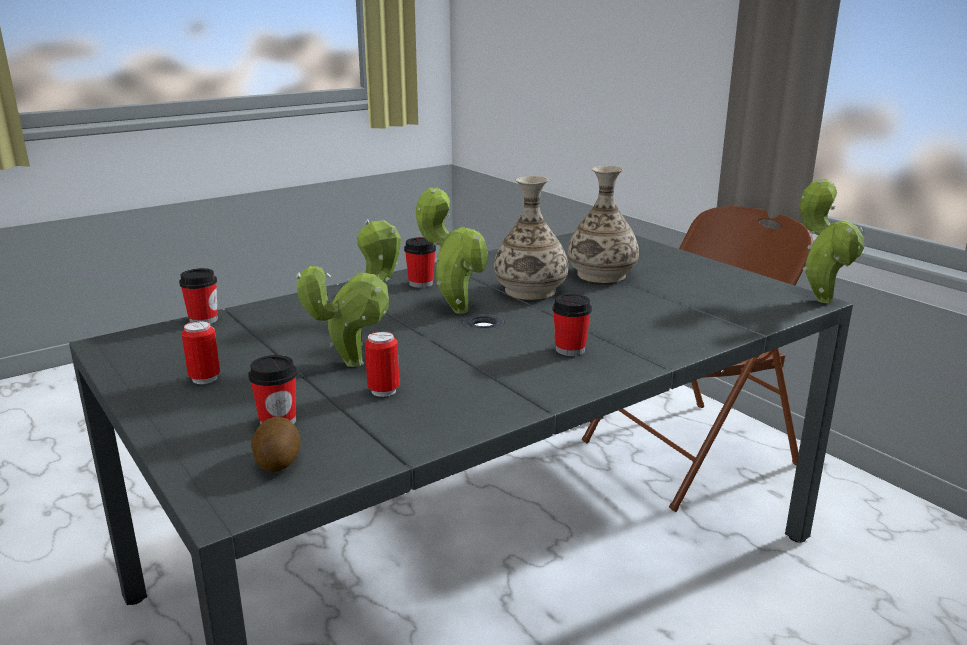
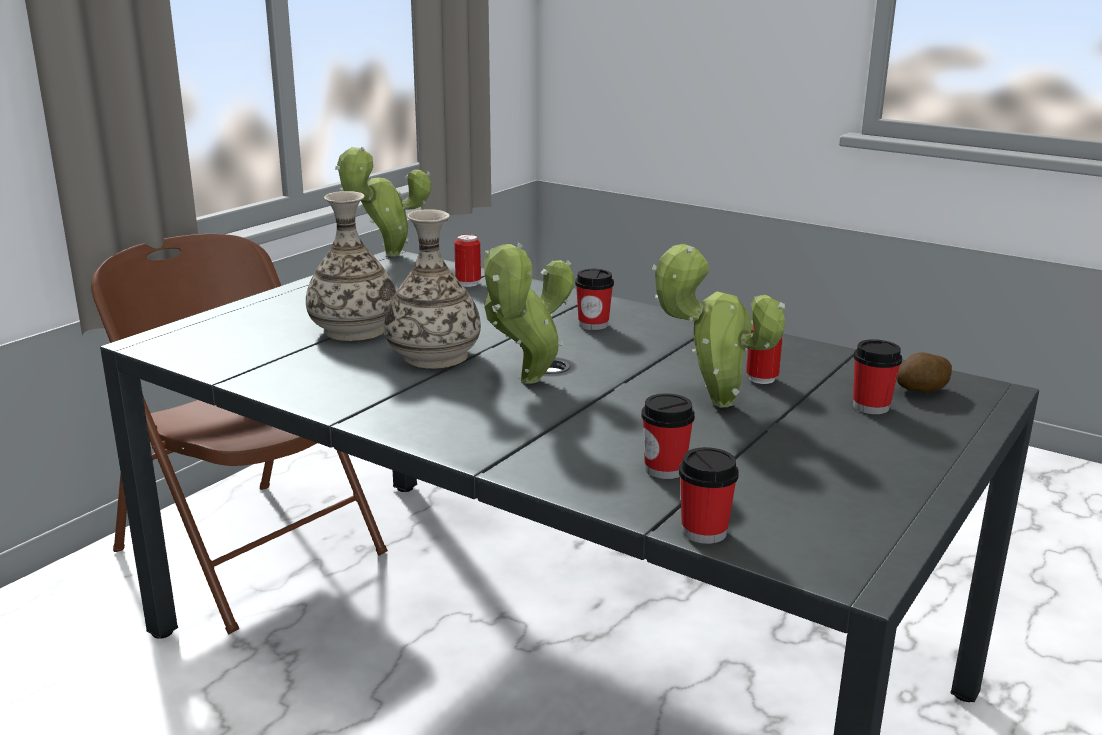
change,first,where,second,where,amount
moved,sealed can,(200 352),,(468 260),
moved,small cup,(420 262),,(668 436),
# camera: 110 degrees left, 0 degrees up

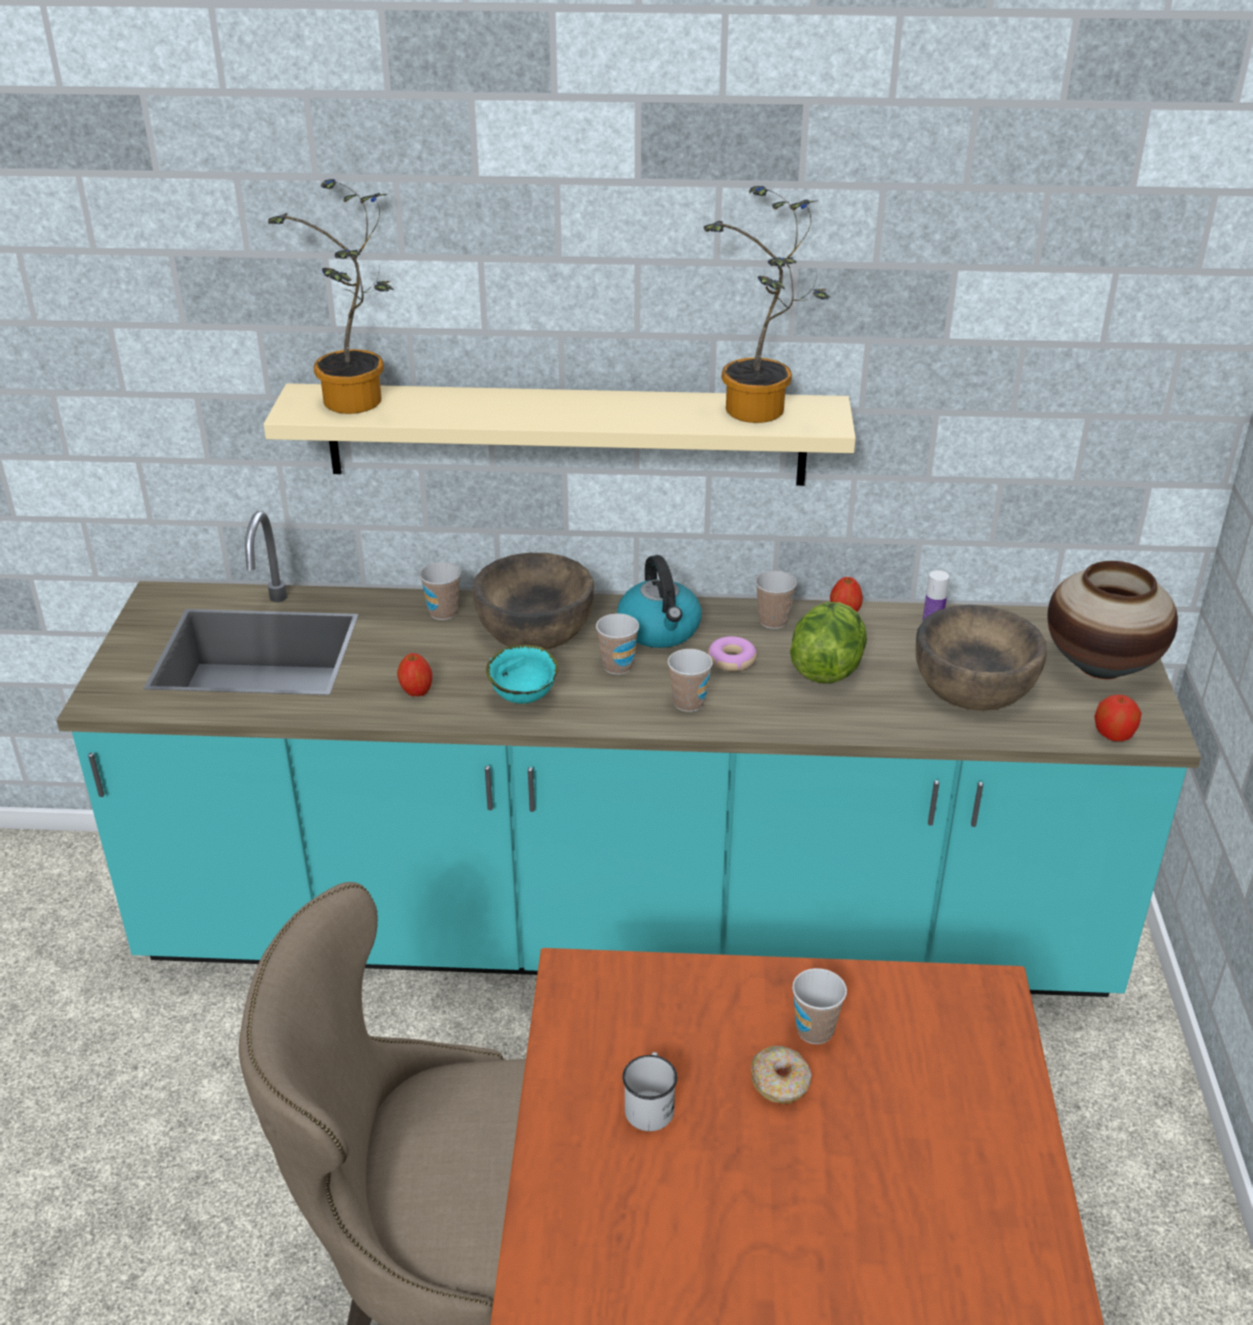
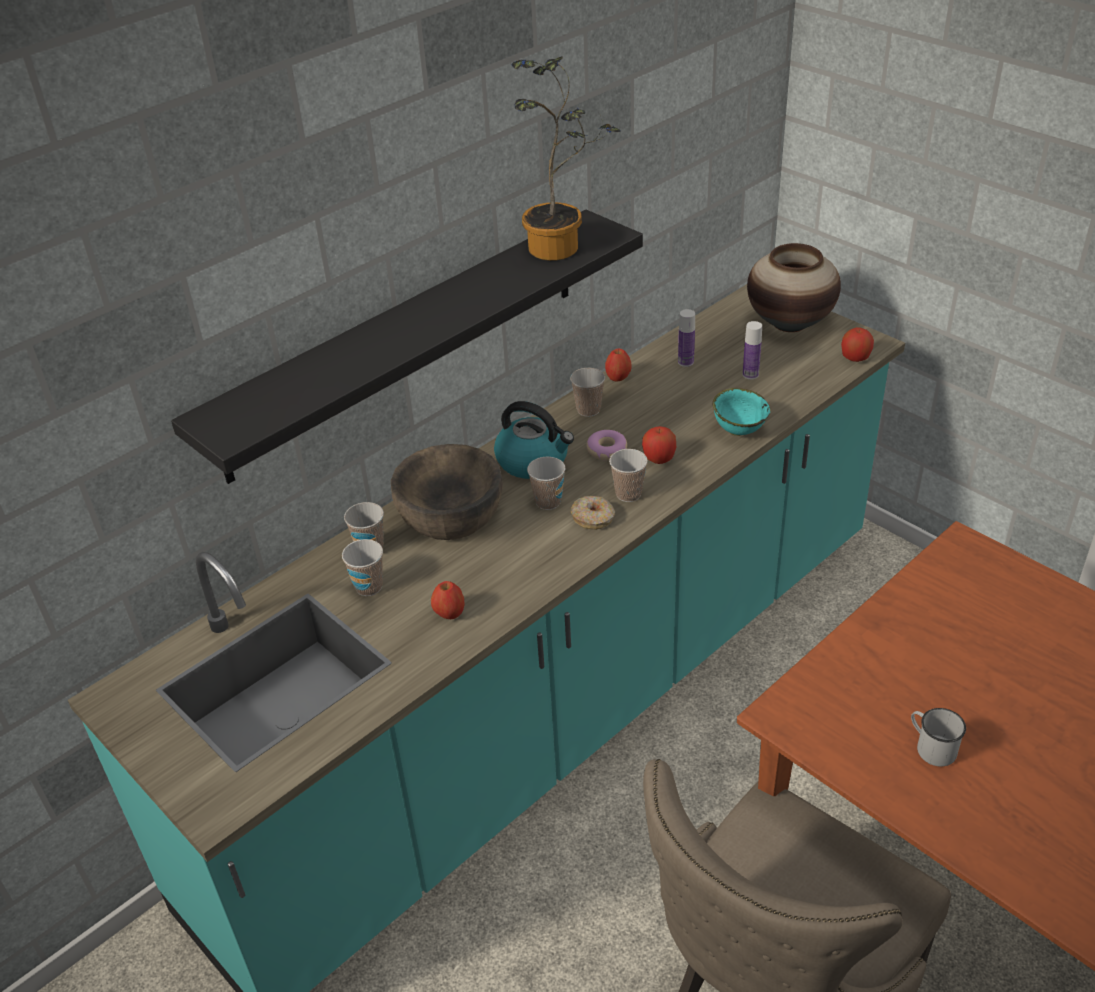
change,first,where,second,where,amount
recoloured,beige-coloured wall shelf,(560 434),black-coloured wall shelf,(407 347),
removed,potted plant,(331 296),,,
moved,turquoise-coloured bowl,(522 674),,(741 412),
moved,donut,(781 1075),,(593 513),
removed,lettuce,(828 642),,,
moved,small cup,(819 1006),,(362 567),
replaced,brown-coloured bowl,(981 658),bottle,(752 350),
added,,,apple,(659 445),
# camera: 45 degrees left, 5 degrees up

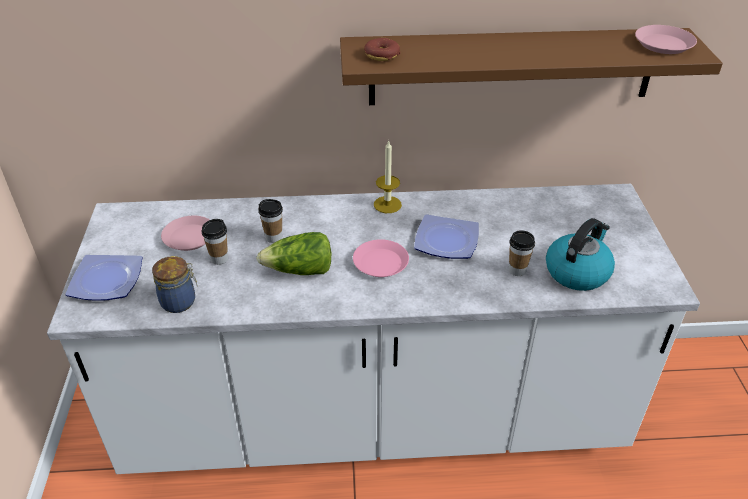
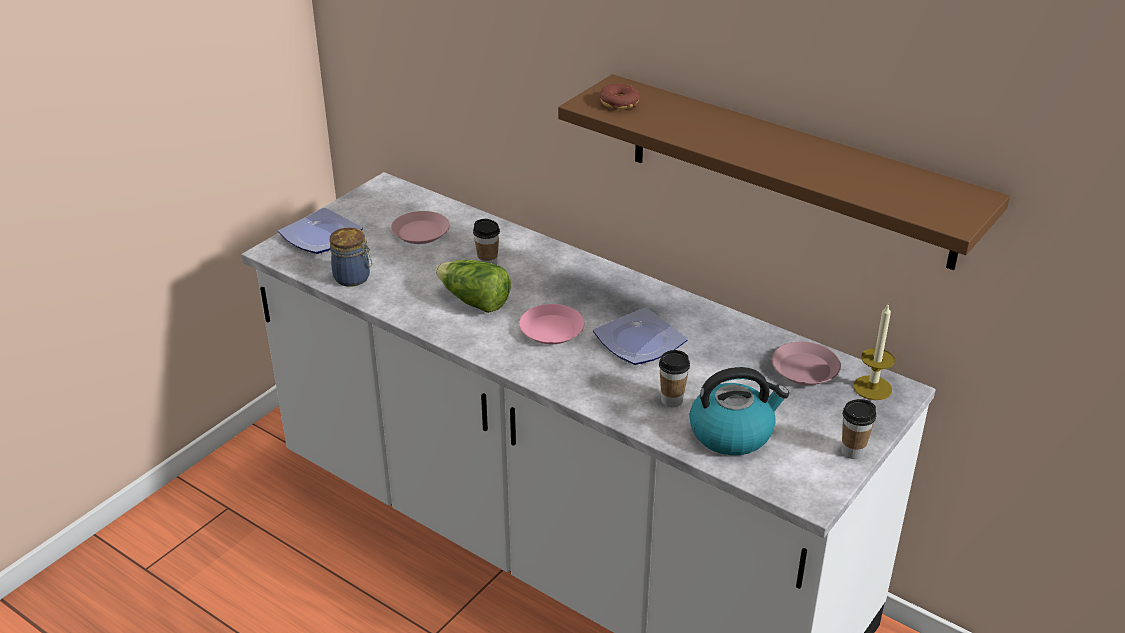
change,first,where,second,where,amount
moved,small cup,(215 242),,(858 429),
moved,candle,(388 176),,(874 352),
moved,pinkish flat dish,(666 39),,(806 363),
# camera: 40 degrees right, 5 degrees down

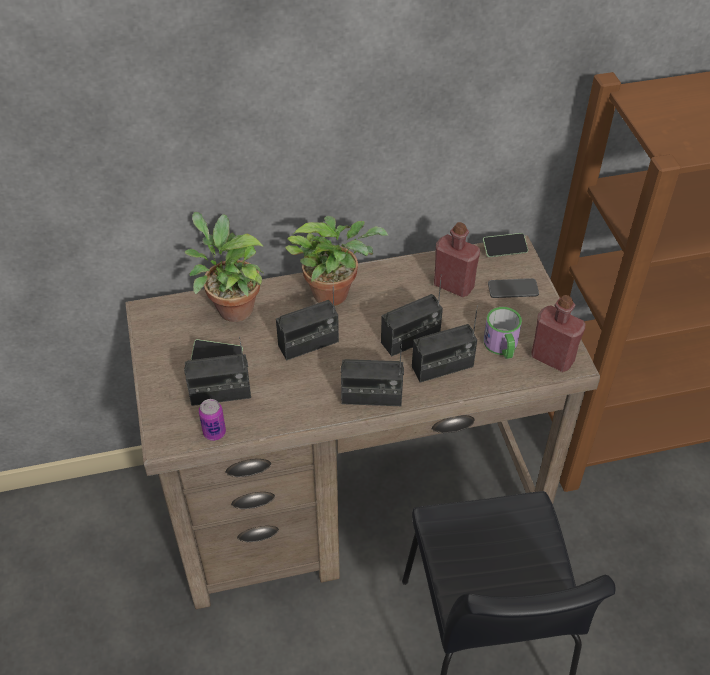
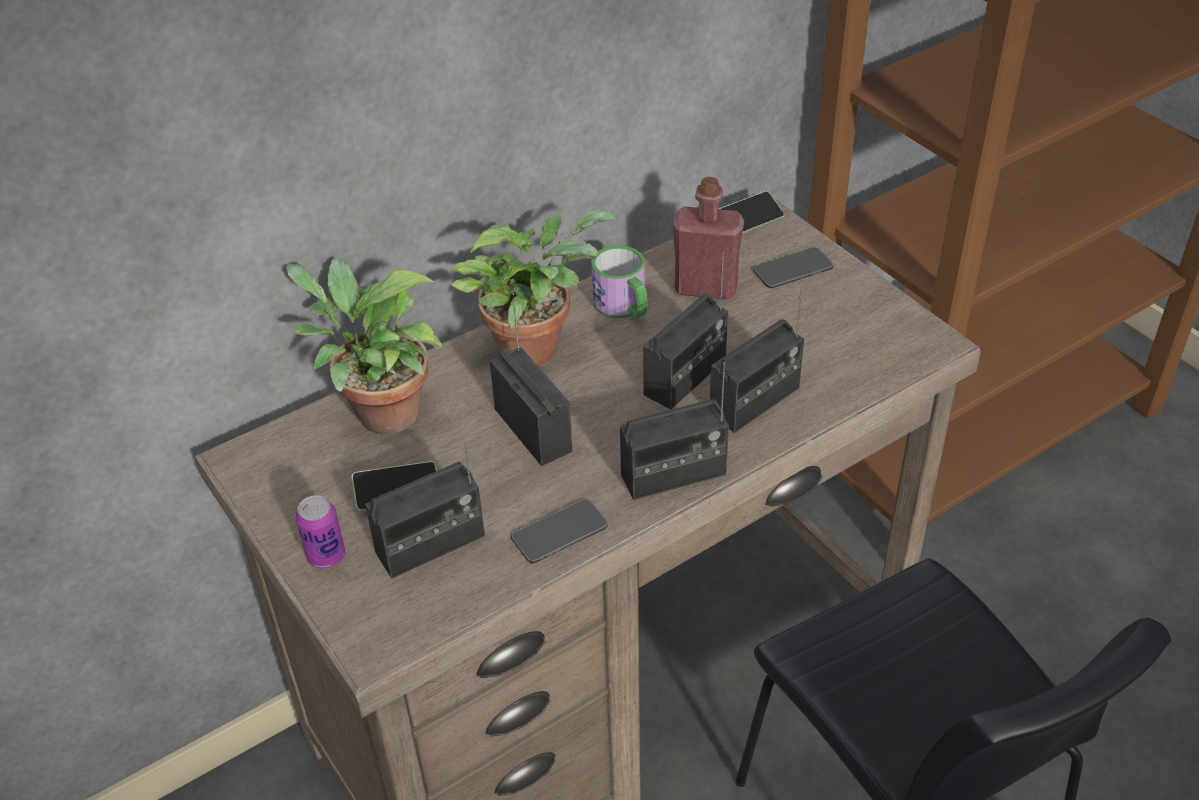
change,first,where,second,where,amount
moved,sealed can,(212 420),,(320 532),
turned,radio receiver,(307 321),,(531 379),75 degrees counterclockwise
moved,mug,(502 333),,(620 282),
removed,red bottle,(558 333),,,
added,,,handset,(559 530),
# camera: 20 degrees left, 5 degrees down

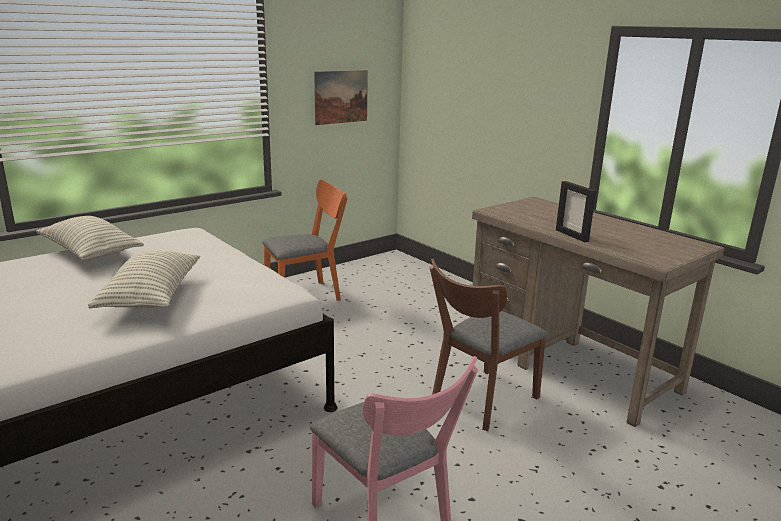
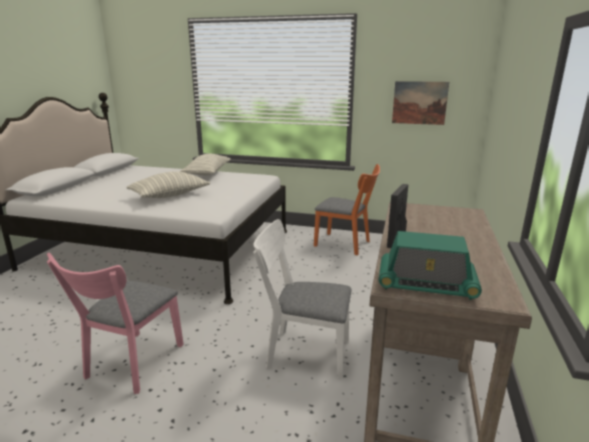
change,first,where,second,where,amount
recoloured,brown-coloured upright chair,(488 344),white-coloured upright chair,(302 299),
added,,,radio receiver,(430 265),
# camera: 55 degrees right, 0 degrees up

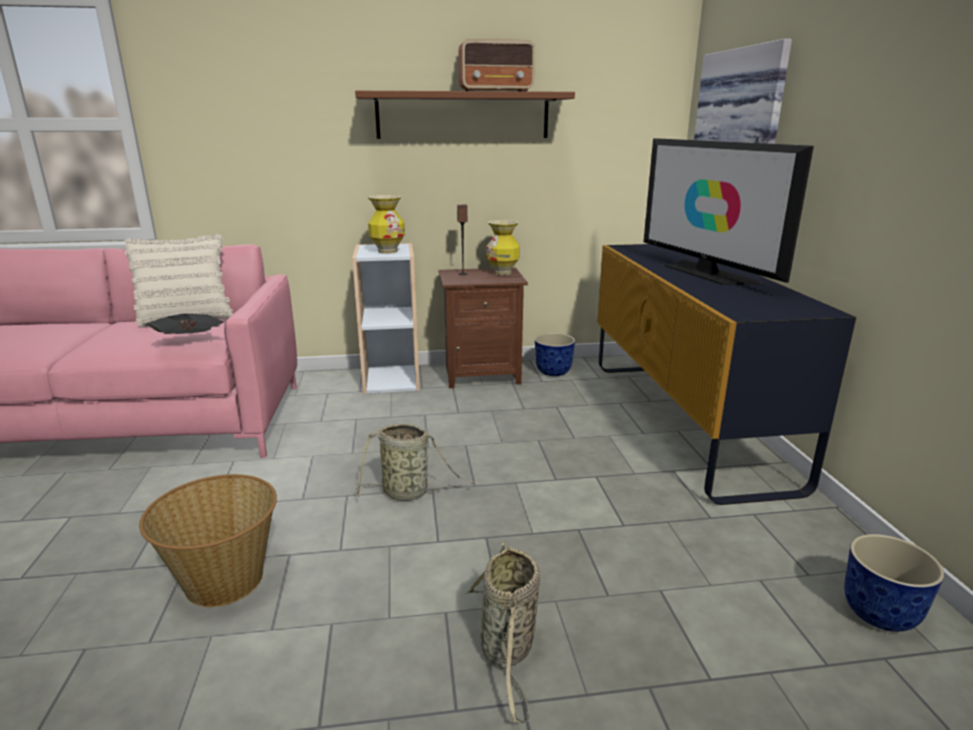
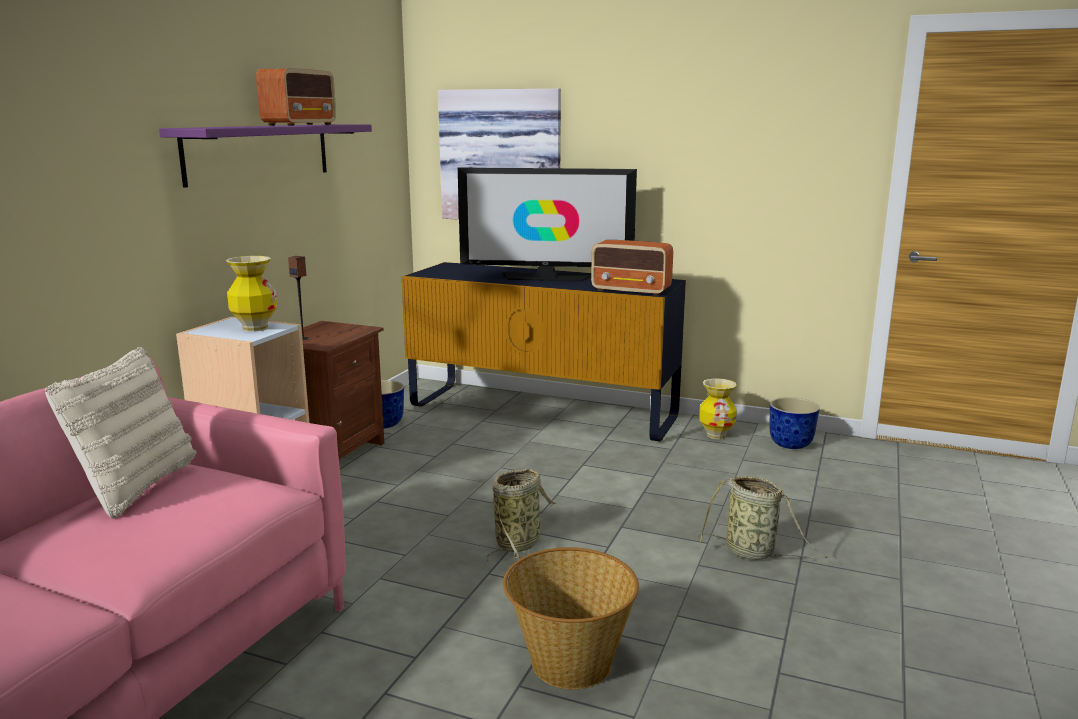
change,first,where,second,where,amount
removed,printed paper,(184 323),,,
recoloured,brown-coloured wall shelf,(465 115),purple-coloured wall shelf,(265 156),
moved,decorative vase,(503 247),,(718 408),
added,,,radio receiver,(632 268),
# camera: 60 degrees left, 5 degrees down

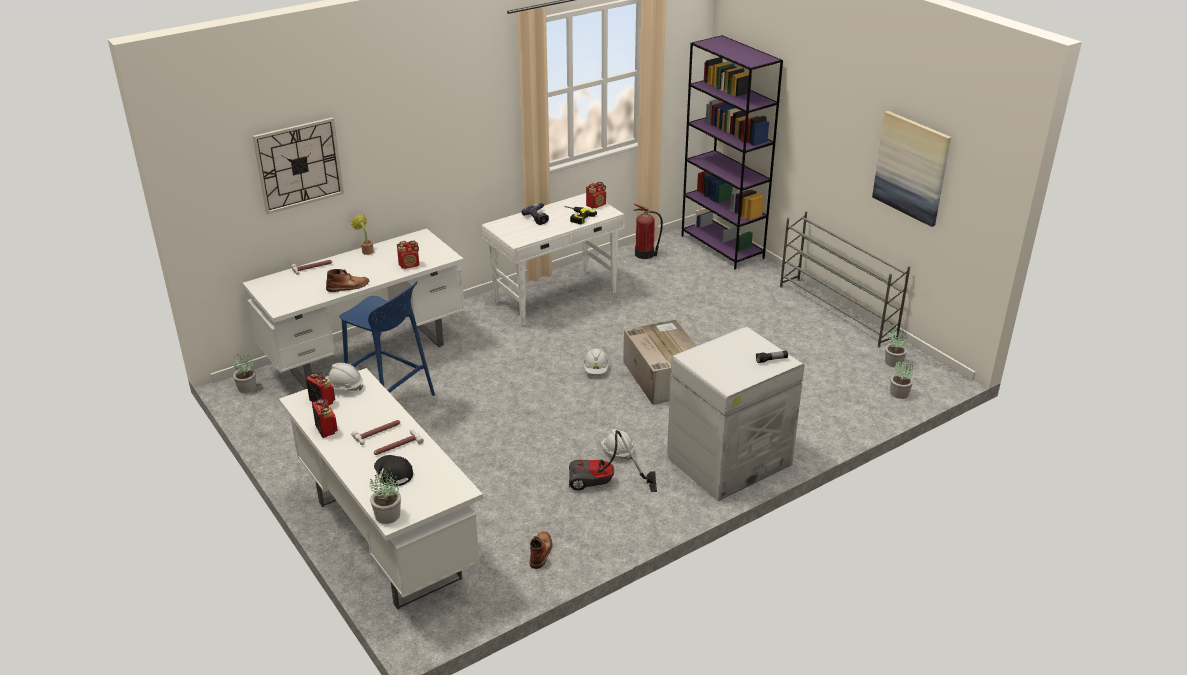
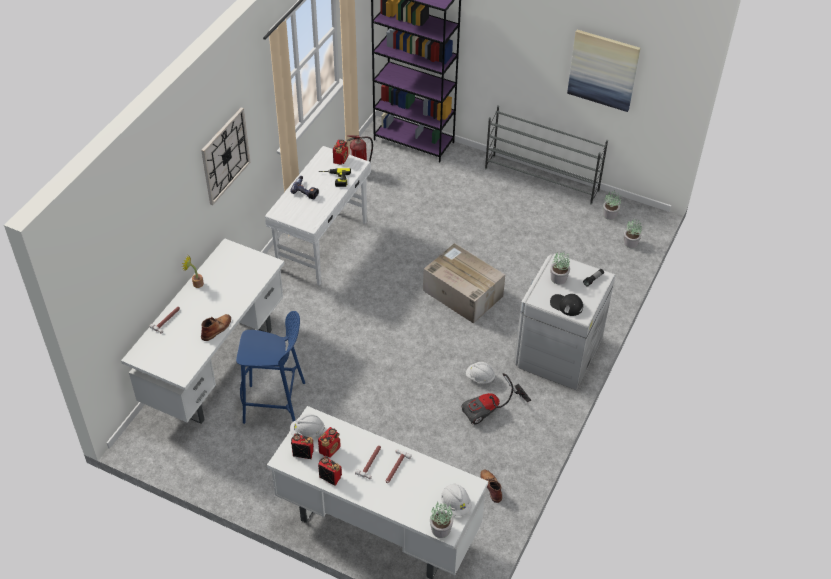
change,first,where,second,where,amount
moved,potted plant,(244 373),,(560 268),
moved,wall clock,(298 165),,(226 156),
moved,black-coloured peaked cap,(393 470),,(566 305),
moved,radio receiver,(408 255),,(329 442),
moved,white-coloured safety helmet,(596 361),,(456 499),
# camera: 30 degrees left, 15 degrees up

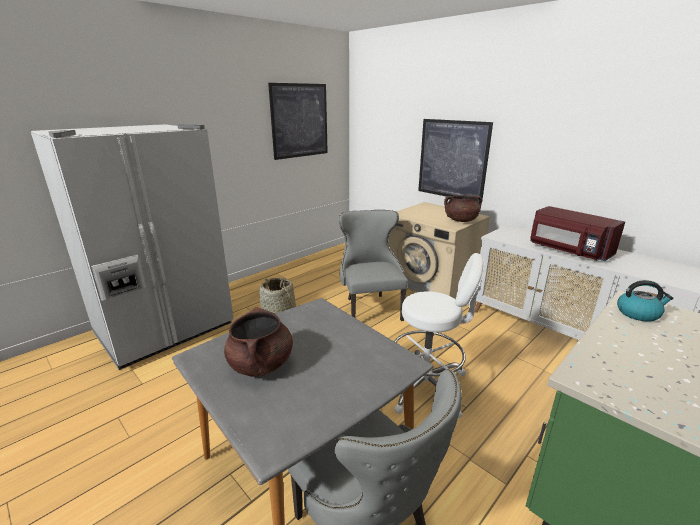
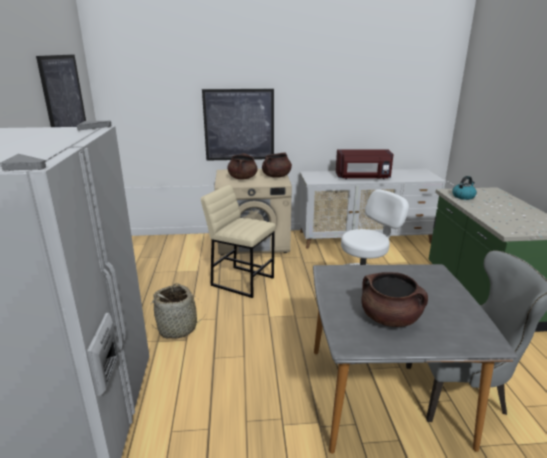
change,first,where,second,where,amount
replaced,greyish upright chair,(373 265),beige-coloured sitting stool,(238 241),
added,,,brown-coloured stockpot,(242 166),
# camera: 50 degrees left, 0 degrees up

